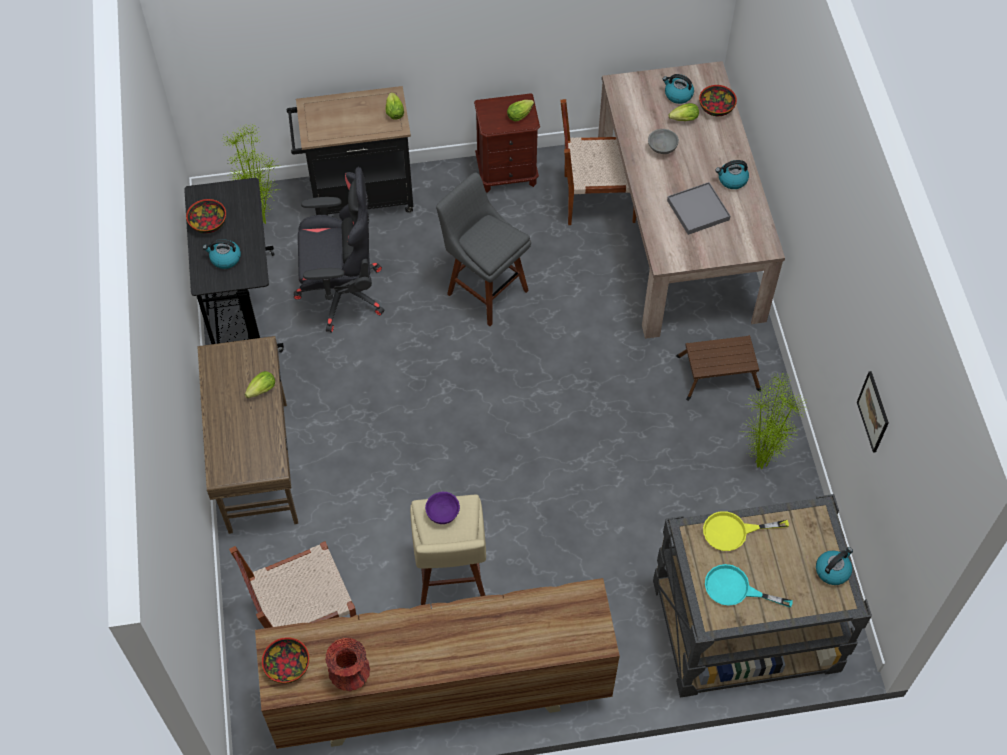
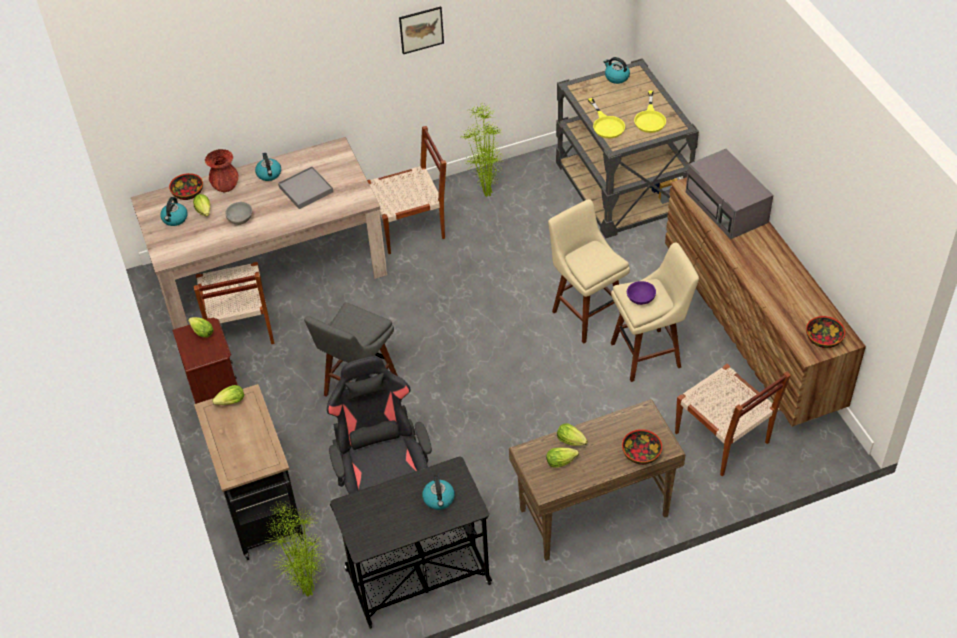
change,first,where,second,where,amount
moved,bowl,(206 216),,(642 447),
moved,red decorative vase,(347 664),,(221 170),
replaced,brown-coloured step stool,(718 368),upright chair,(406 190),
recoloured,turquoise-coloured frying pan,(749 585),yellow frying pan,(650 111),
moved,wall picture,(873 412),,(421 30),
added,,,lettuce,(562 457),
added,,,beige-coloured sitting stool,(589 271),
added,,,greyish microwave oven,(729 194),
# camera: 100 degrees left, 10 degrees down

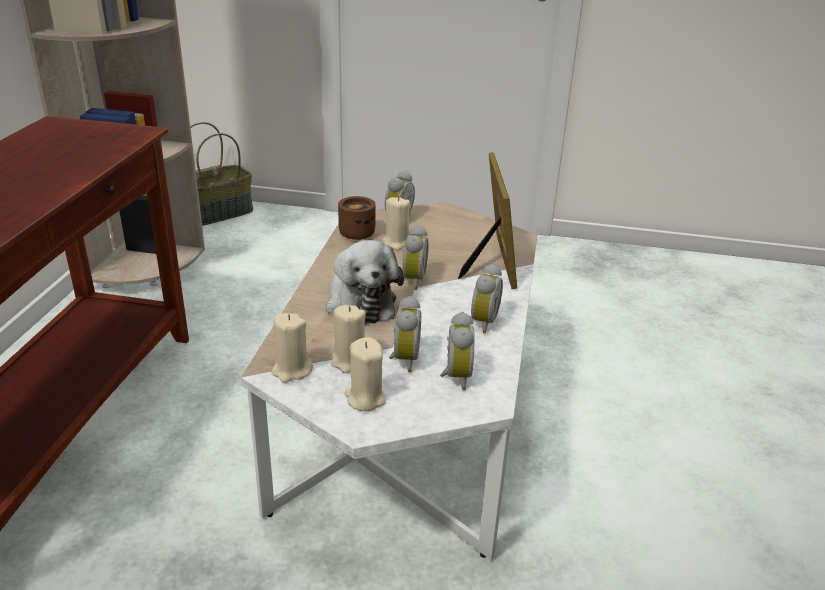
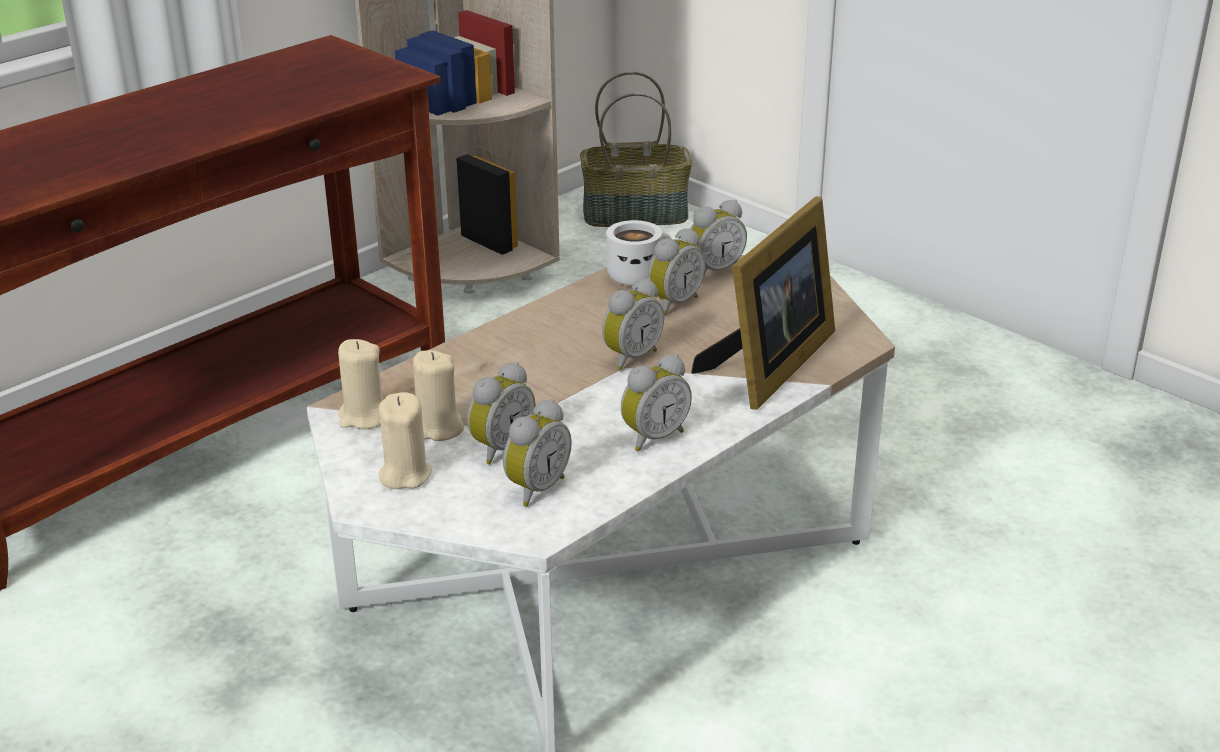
change,first,where,second,where,amount
removed,cuddly toy,(365 282),,,
recoloured,brown-coloured mug,(357 218),white-coloured mug,(639 253),
replaced,beige-coloured candle,(397 223),bedside clock,(676 271),
# camera: 35 degrees right, 0 degrees up

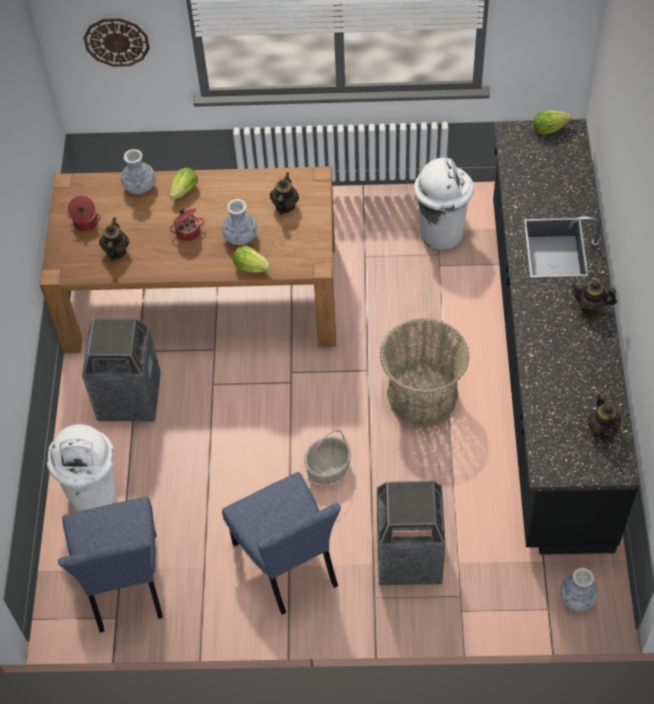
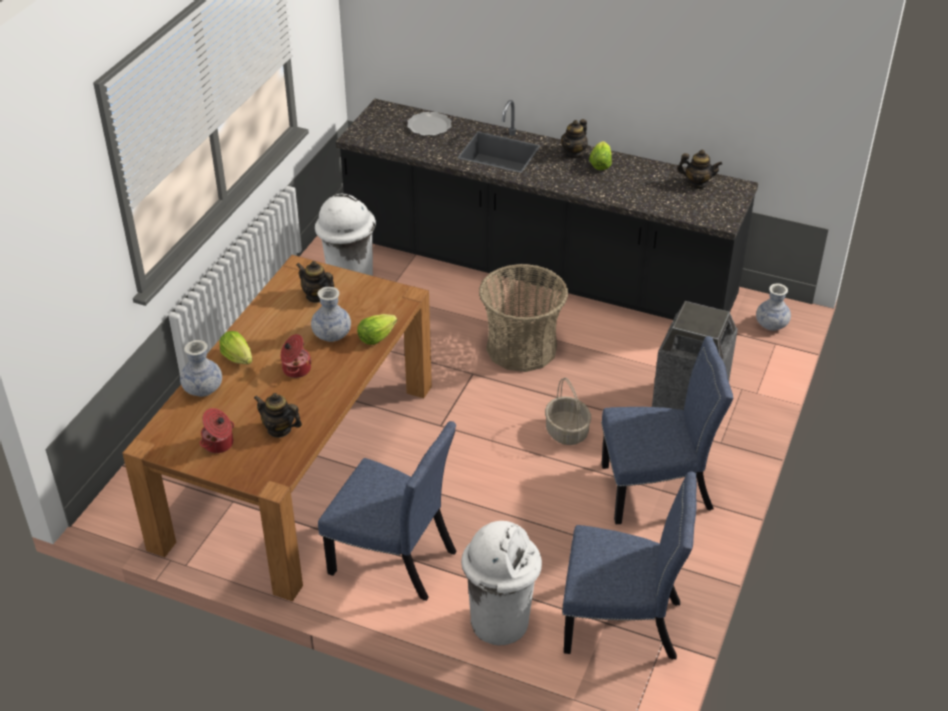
change,first,where,second,where,amount
replaced,waste bin,(121 370),blue upright chair,(387 511),
removed,wall clock,(116 42),,,
moved,lettuce,(552 122),,(600 155),
added,,,flat dish,(429 124),
# camera: 70 degrees left, 15 degrees down

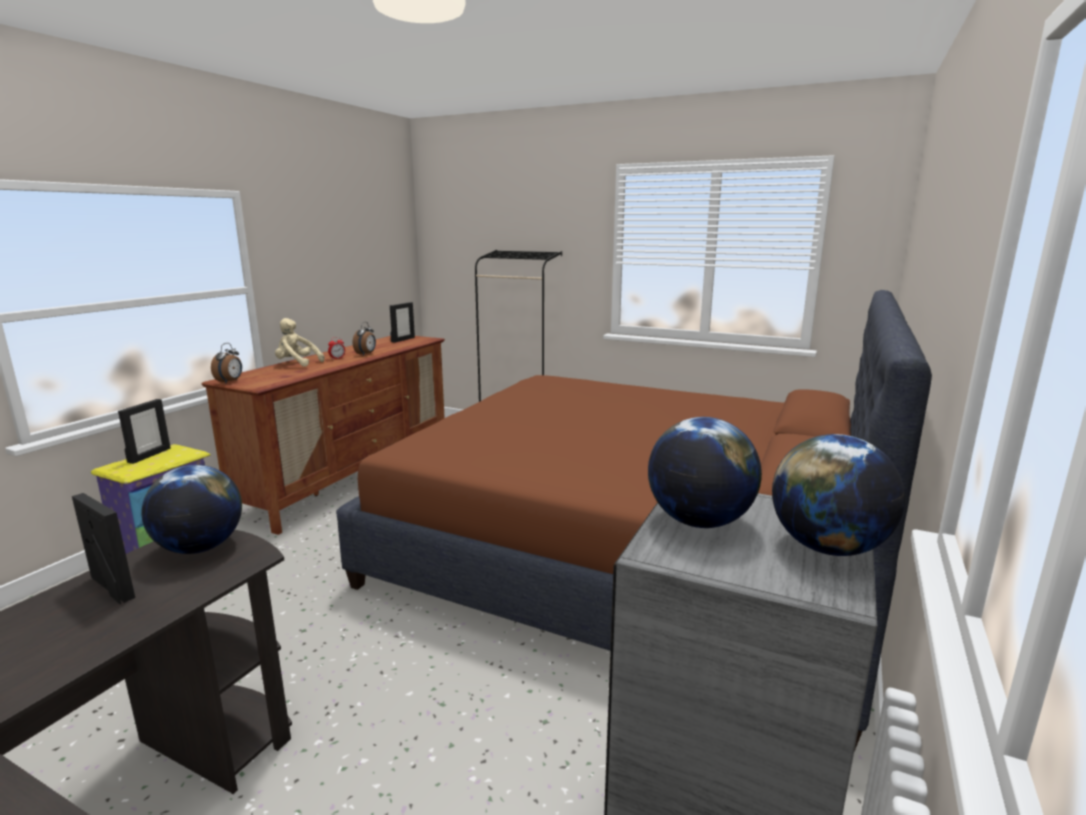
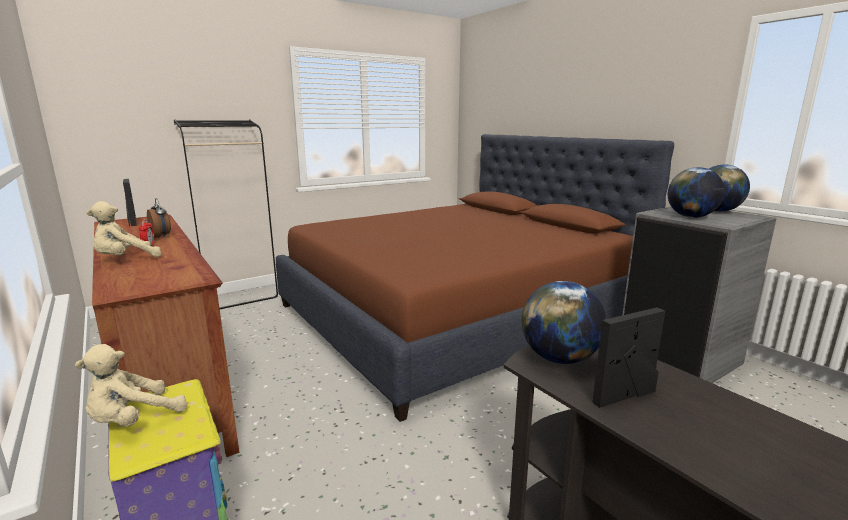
change,first,where,second,where,amount
replaced,picture frame,(144 431),beige-coloured cuddly toy,(131 385),
removed,bedside clock,(226 363),,,
# camera: 60 degrees left, 0 degrees up

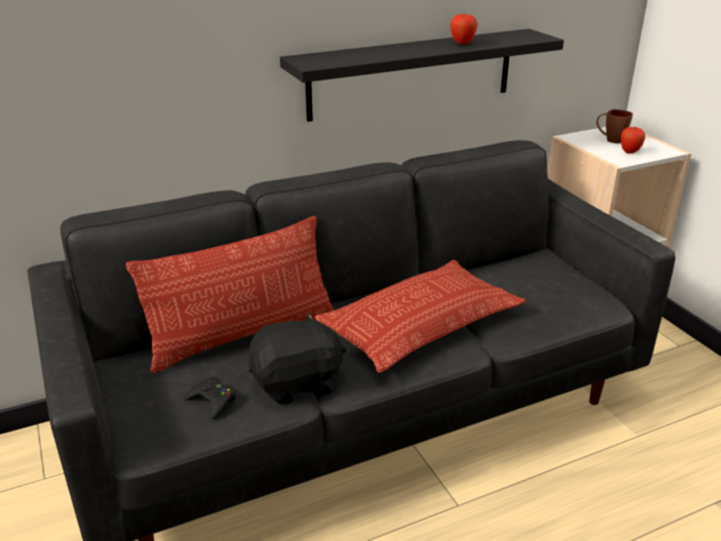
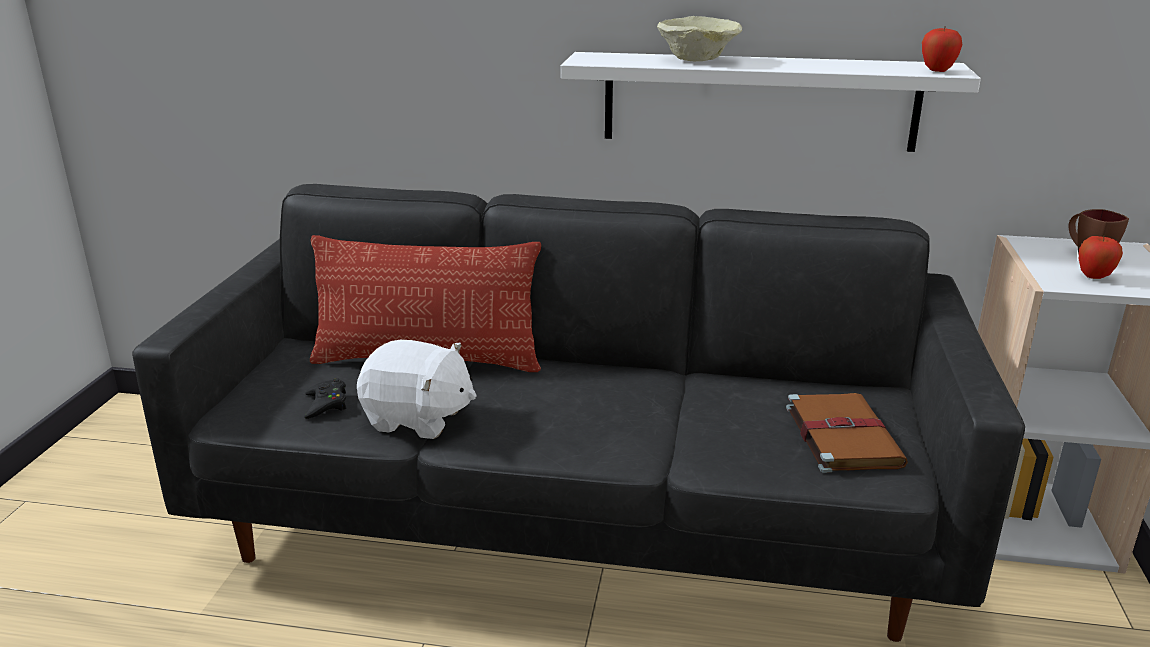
change,first,where,second,where,amount
recoloured,black-coloured cuddly toy,(297 359),white-coloured cuddly toy,(417 389),
recoloured,black-coloured wall shelf,(422 75),white-coloured wall shelf,(771 102),
removed,pillow,(420 316),,,
moved,apple,(464 29),,(942 49),
added,,,beige-coloured bowl,(699 38),
added,,,brown-coloured volume,(847 433),
# camera: 35 degrees right, 5 degrees down

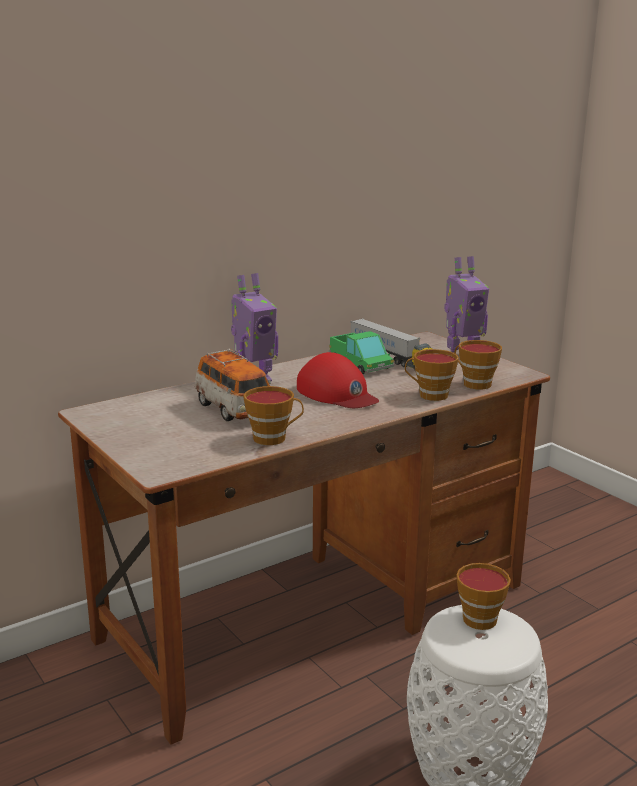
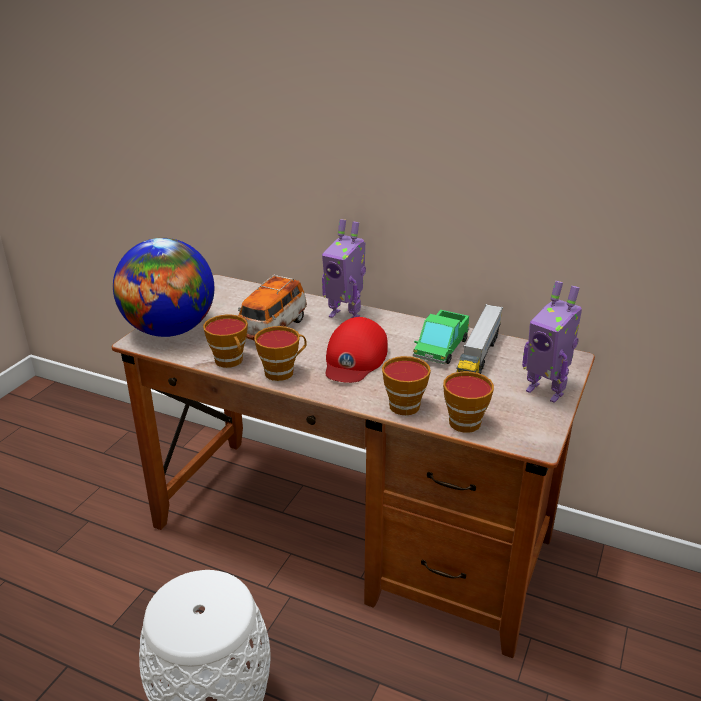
change,first,where,second,where,amount
moved,small cup,(483 596),,(280 353),
added,,,world globe,(163 287),
# camera: 60 degrees right, 10 degrees up

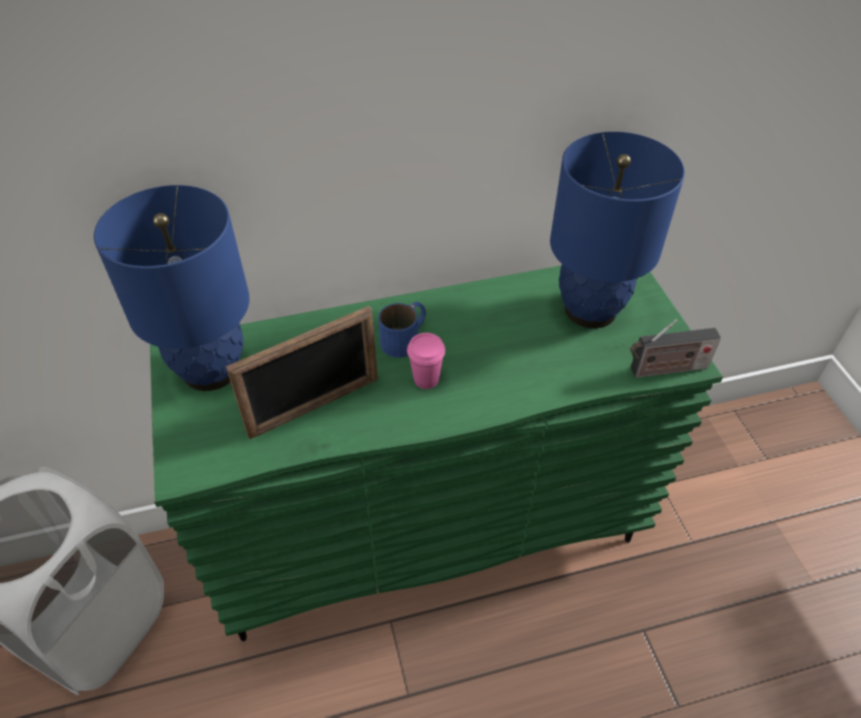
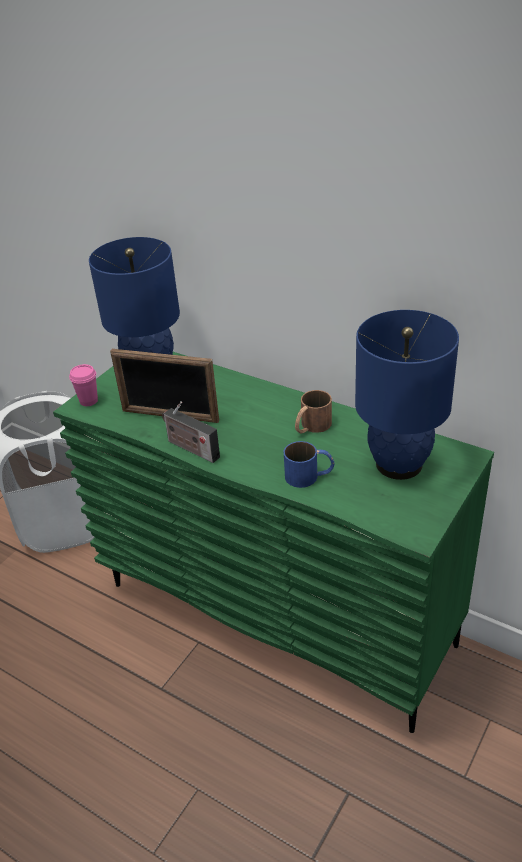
change,first,where,second,where,amount
moved,blue mug,(402 330),,(309 464),
moved,pinkish small cup,(426 361),,(83 385),
moved,radio receiver,(675 348),,(191 432),
added,,,brown-coloured mug,(313 411),
# camera: 50 degrees right, 10 degrees down

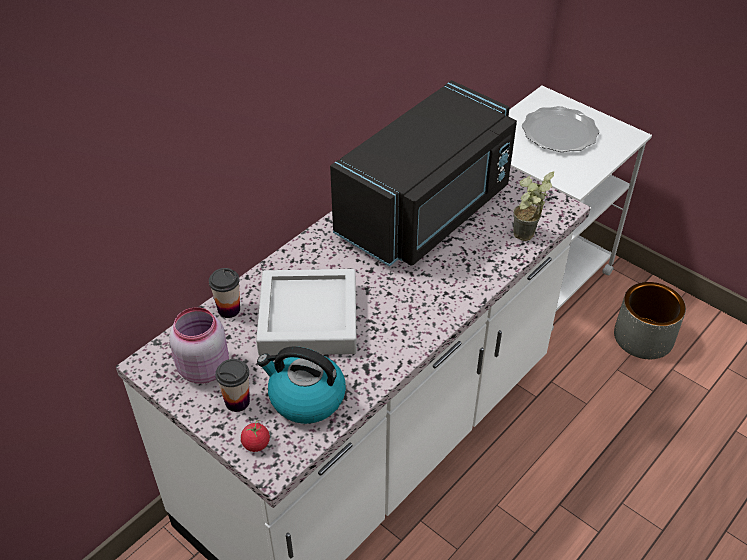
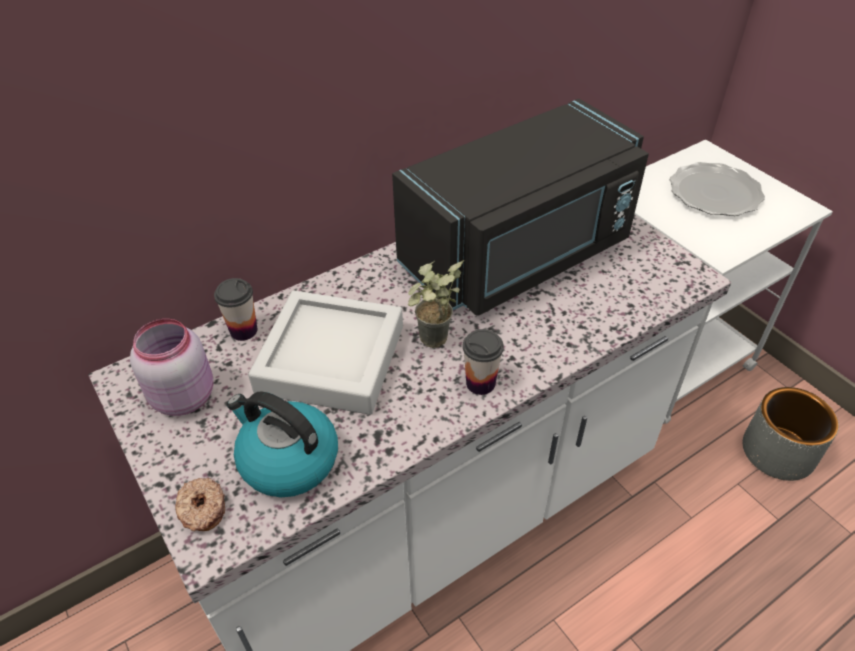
change,first,where,second,where,amount
moved,small cup,(232 385),,(483 362),
replaced,whole tomato,(255 436),donut,(200 504),
moved,potted plant,(533 206),,(436 304),
# camera: 15 degrees right, 0 degrees up

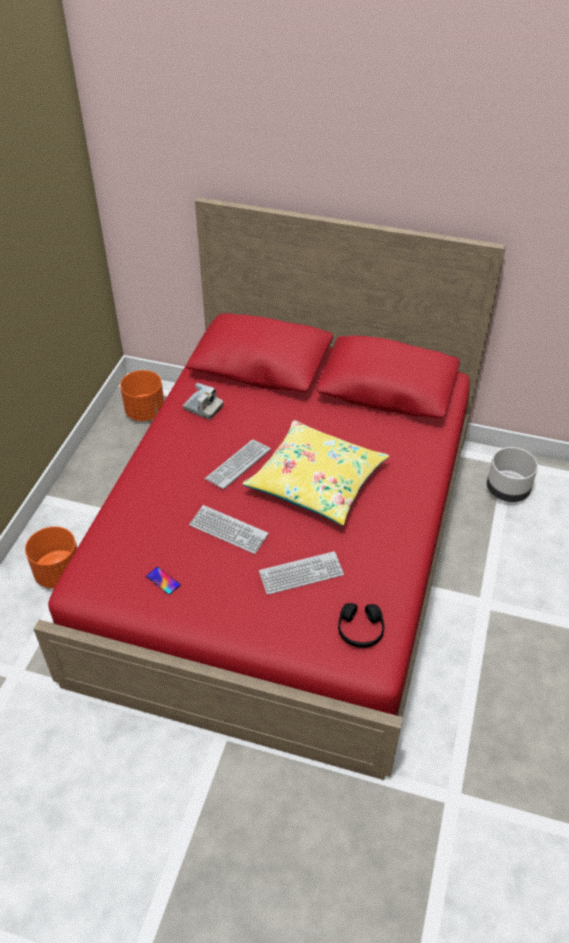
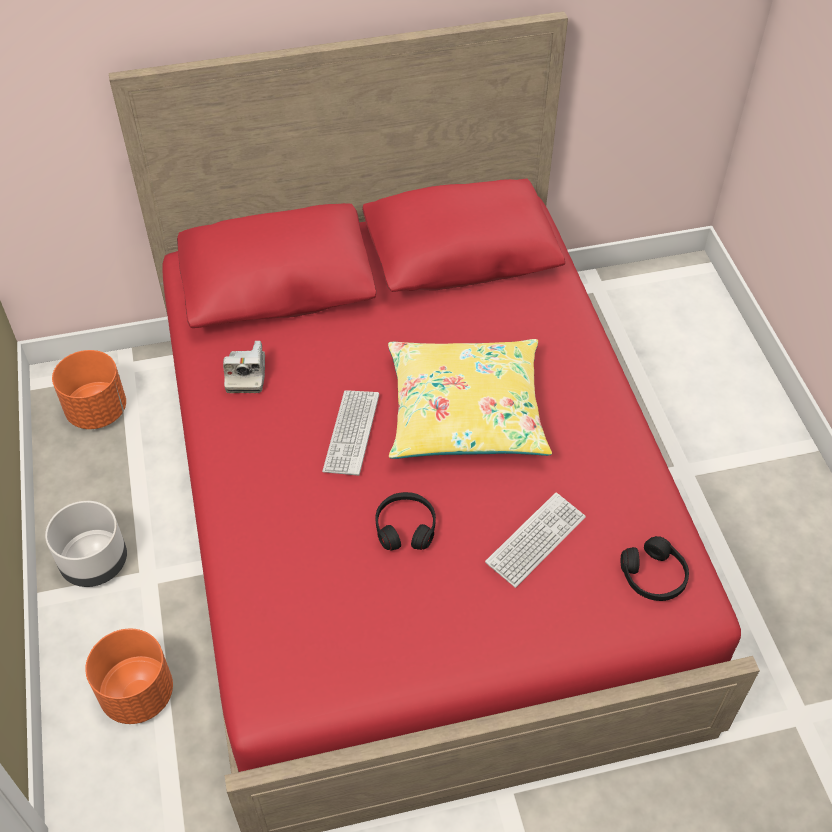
change,first,where,second,where,amount
removed,handset,(163 581),,,
turned,still camera,(203 401),,(244 367),90 degrees clockwise
replaced,computer keyboard,(229 529),black-coloured headset,(405 521),
moved,greyish planter,(512 474),,(86 544),
# camera: 30 degrees left, 5 degrees up

